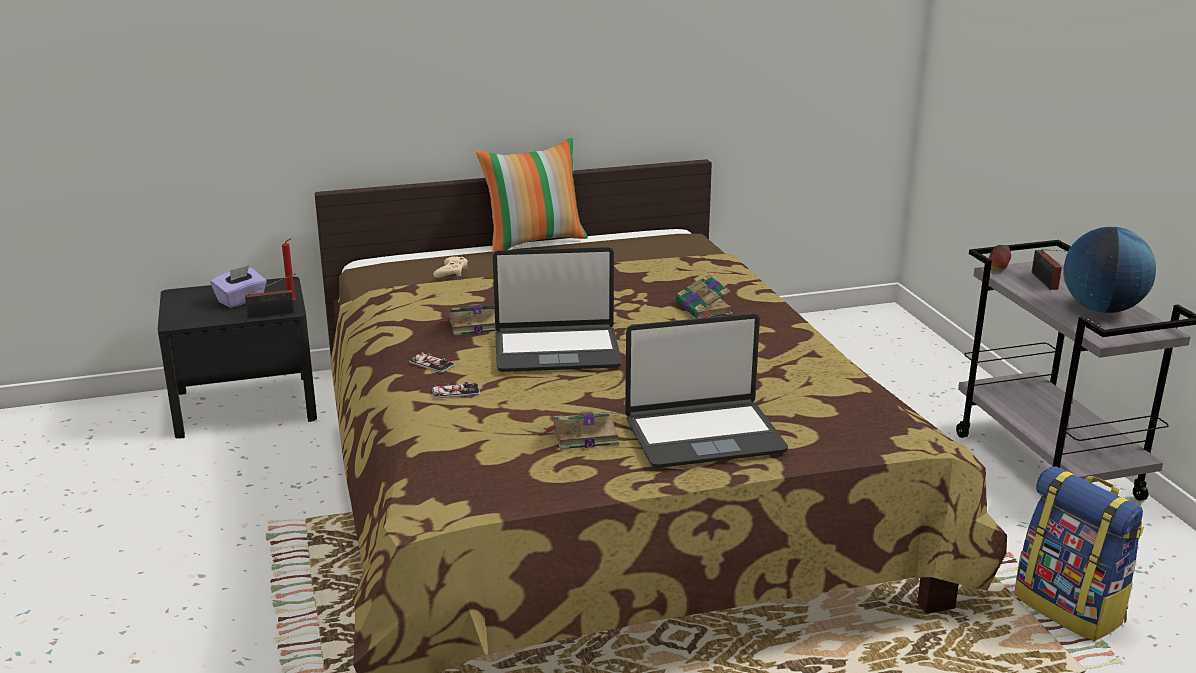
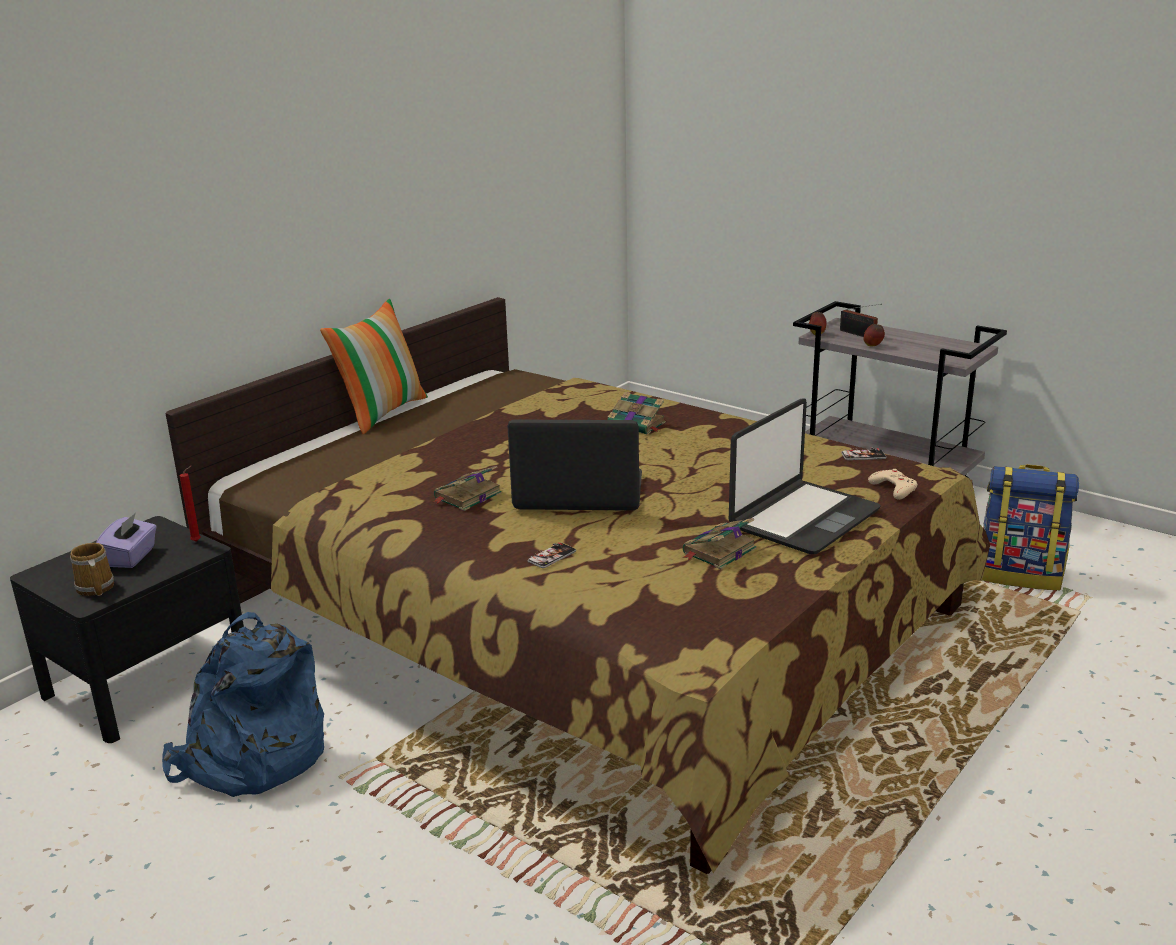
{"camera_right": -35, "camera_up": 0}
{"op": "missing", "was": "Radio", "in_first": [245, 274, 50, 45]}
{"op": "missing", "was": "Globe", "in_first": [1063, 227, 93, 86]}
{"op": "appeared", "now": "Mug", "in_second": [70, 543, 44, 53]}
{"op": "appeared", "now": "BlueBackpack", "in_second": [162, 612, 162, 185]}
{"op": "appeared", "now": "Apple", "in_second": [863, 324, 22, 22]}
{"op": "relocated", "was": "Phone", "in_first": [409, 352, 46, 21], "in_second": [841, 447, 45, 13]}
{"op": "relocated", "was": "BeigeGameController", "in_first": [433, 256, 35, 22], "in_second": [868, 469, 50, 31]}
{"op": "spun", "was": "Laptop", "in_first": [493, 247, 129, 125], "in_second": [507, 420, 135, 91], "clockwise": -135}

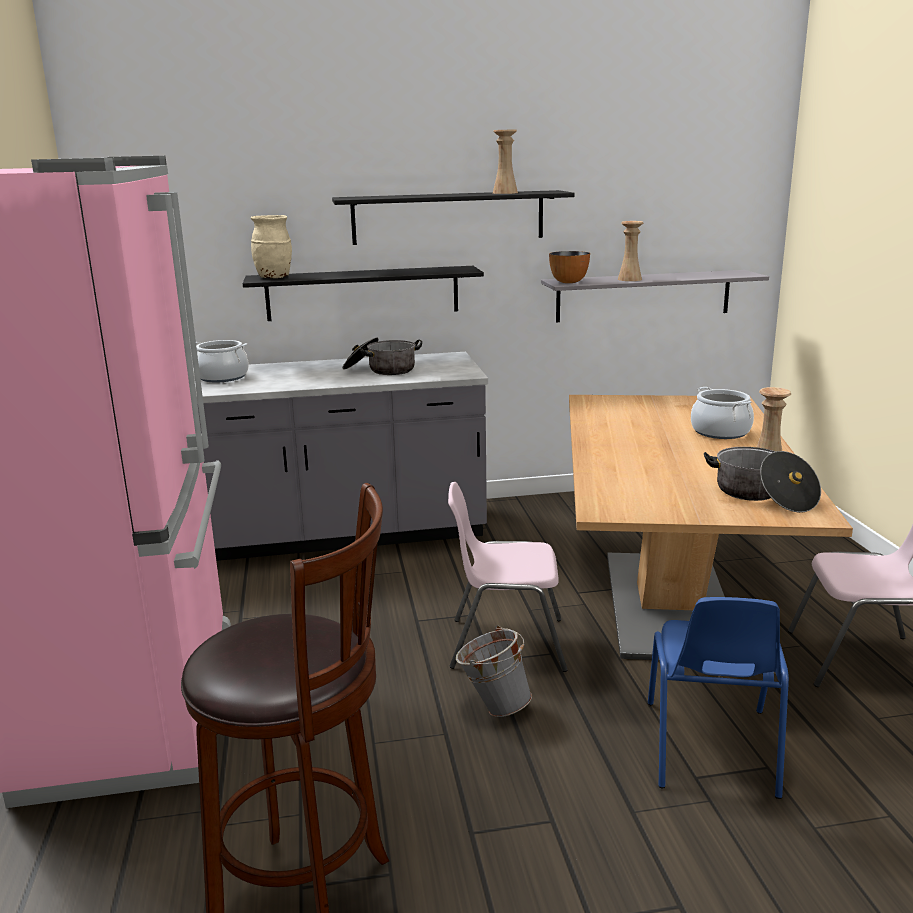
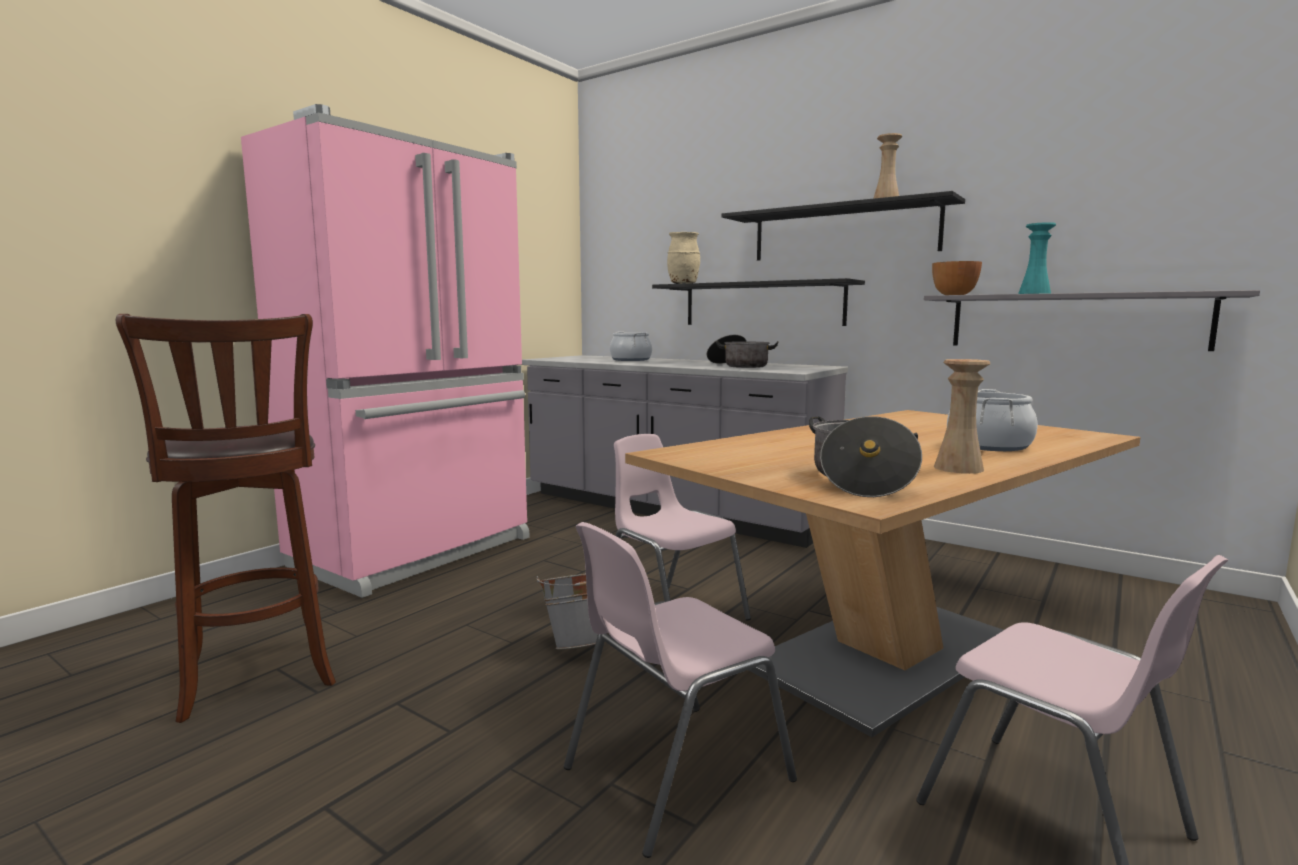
{"camera_right": 45, "camera_up": -10}
{"op": "colour", "was": "BeigeVase", "now": "TurquoiseVase", "in_first": [618, 221, 25, 60], "in_second": [1018, 222, 38, 72]}
{"op": "colour", "was": "BlueChair", "now": "PinkChair", "in_first": [648, 597, 141, 202], "in_second": [564, 522, 233, 336]}

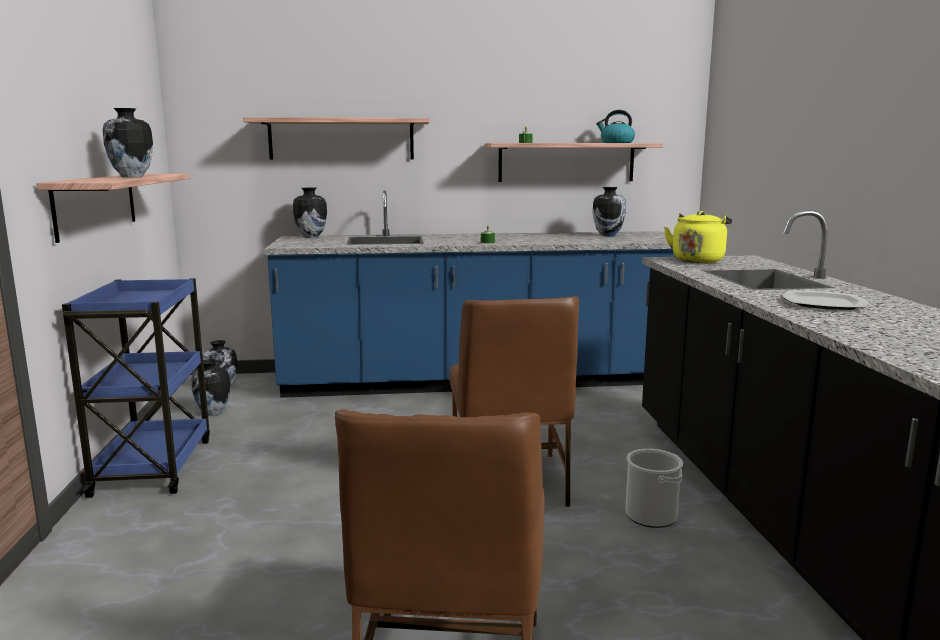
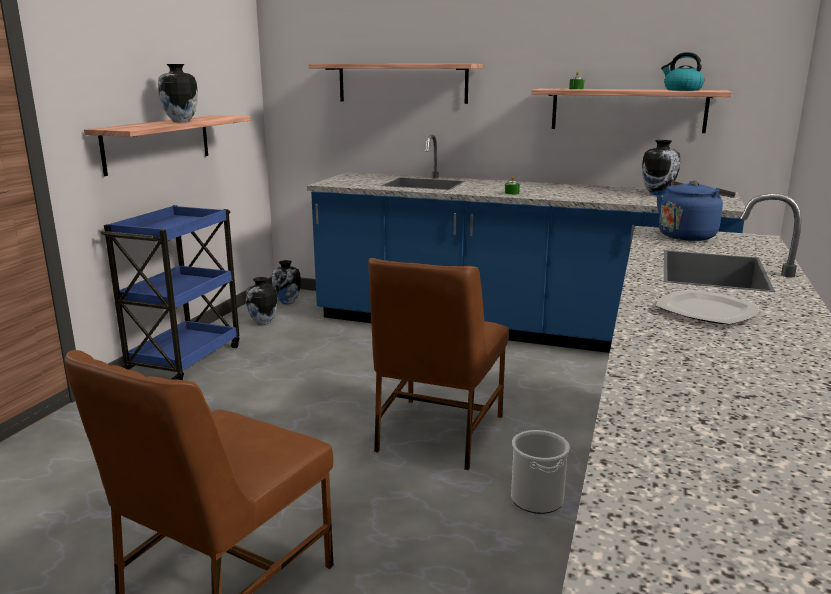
{"camera_right": 25, "camera_up": 5}
{"op": "missing", "was": "Vase", "in_first": [293, 188, 34, 50]}
{"op": "colour", "was": "YellowKettle", "now": "BlueKettle", "in_first": [664, 211, 68, 52], "in_second": [656, 181, 80, 60]}

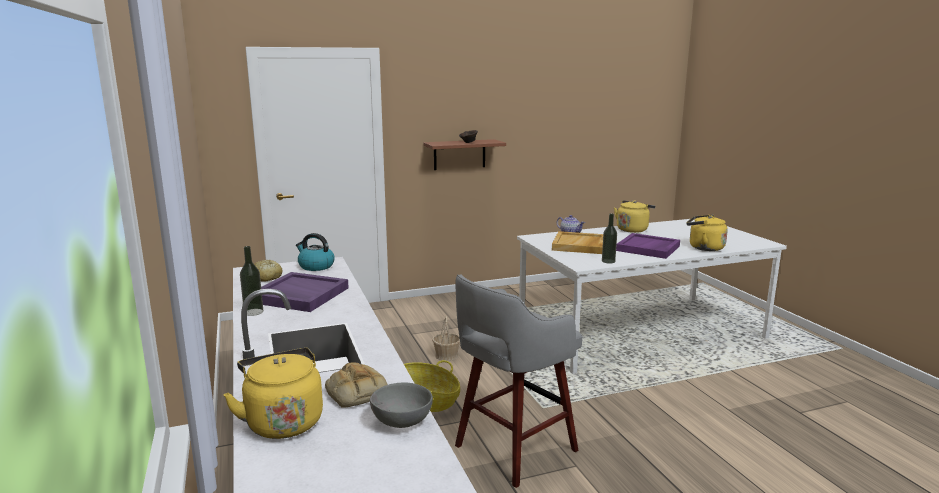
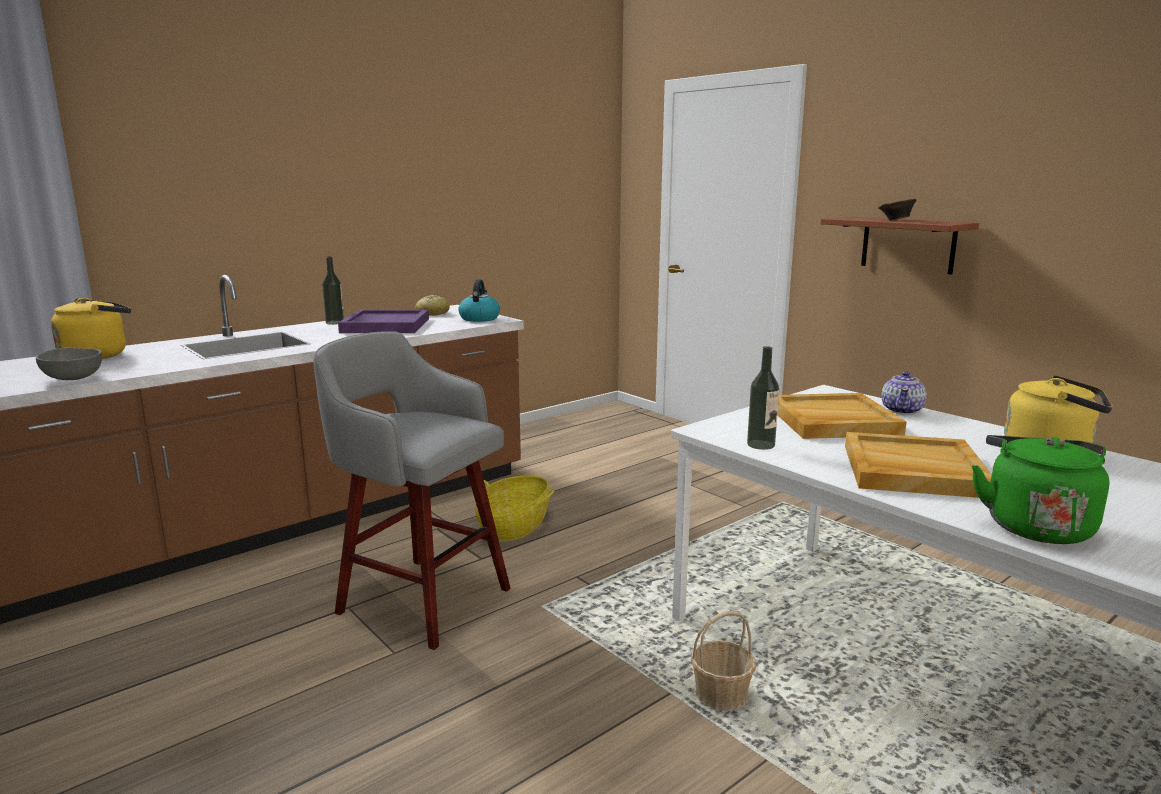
{"camera_right": 70, "camera_up": 0}
{"op": "missing", "was": "Bread", "in_first": [325, 362, 63, 46]}
{"op": "relocated", "was": "Basket", "in_first": [432, 316, 28, 45], "in_second": [691, 611, 65, 100]}
{"op": "colour", "was": "PurpleTray", "now": "BeigeTray", "in_first": [616, 233, 64, 26], "in_second": [845, 432, 147, 66]}
{"op": "colour", "was": "YellowKettle", "now": "GreenKettle", "in_first": [686, 215, 42, 36], "in_second": [972, 435, 137, 109]}

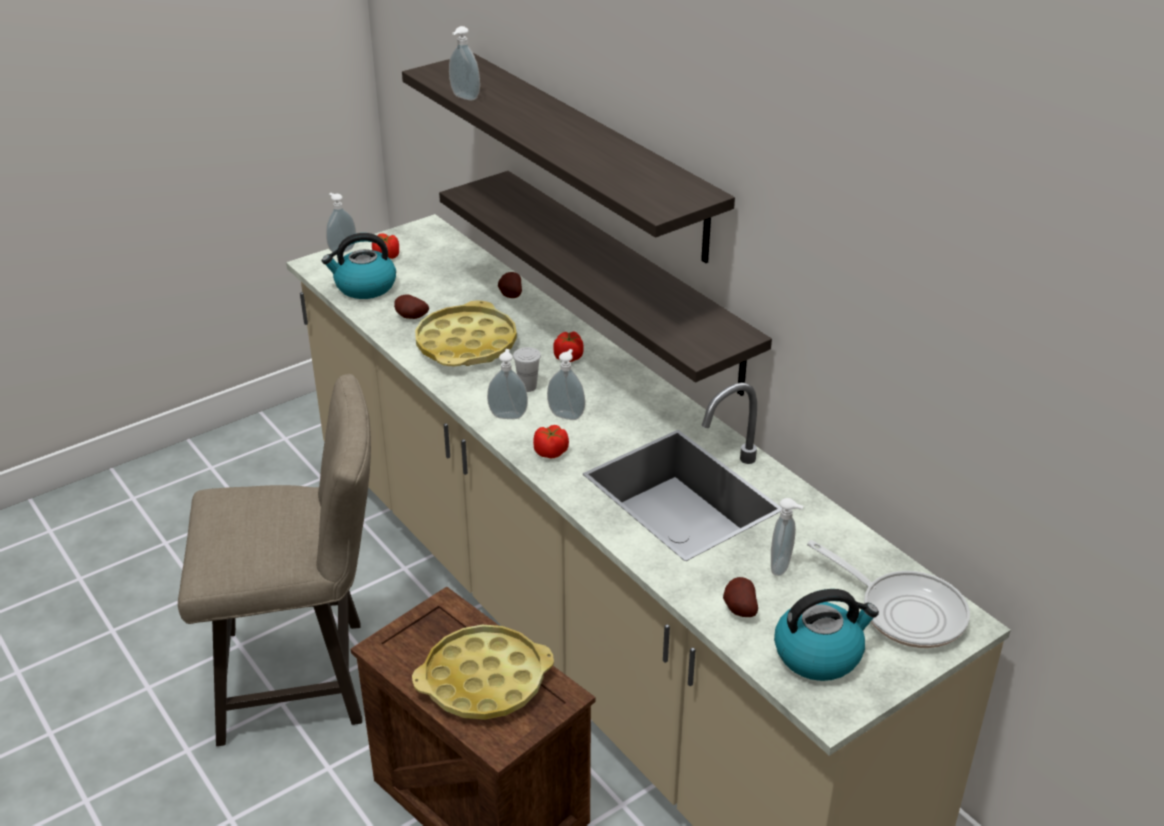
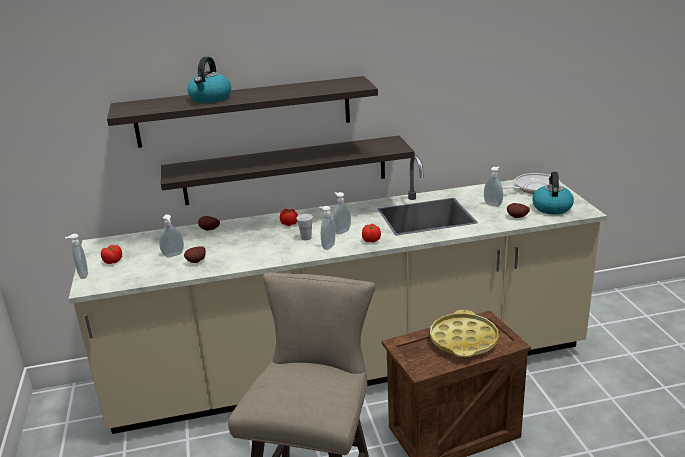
{"camera_right": -65, "camera_up": -10}
{"op": "missing", "was": "YellowTray", "in_first": [415, 300, 102, 67]}
{"op": "relocated", "was": "Kettle", "in_first": [322, 233, 74, 66], "in_second": [187, 57, 44, 46]}
{"op": "relocated", "was": "SoapDispenser", "in_first": [449, 26, 31, 75], "in_second": [159, 214, 25, 43]}

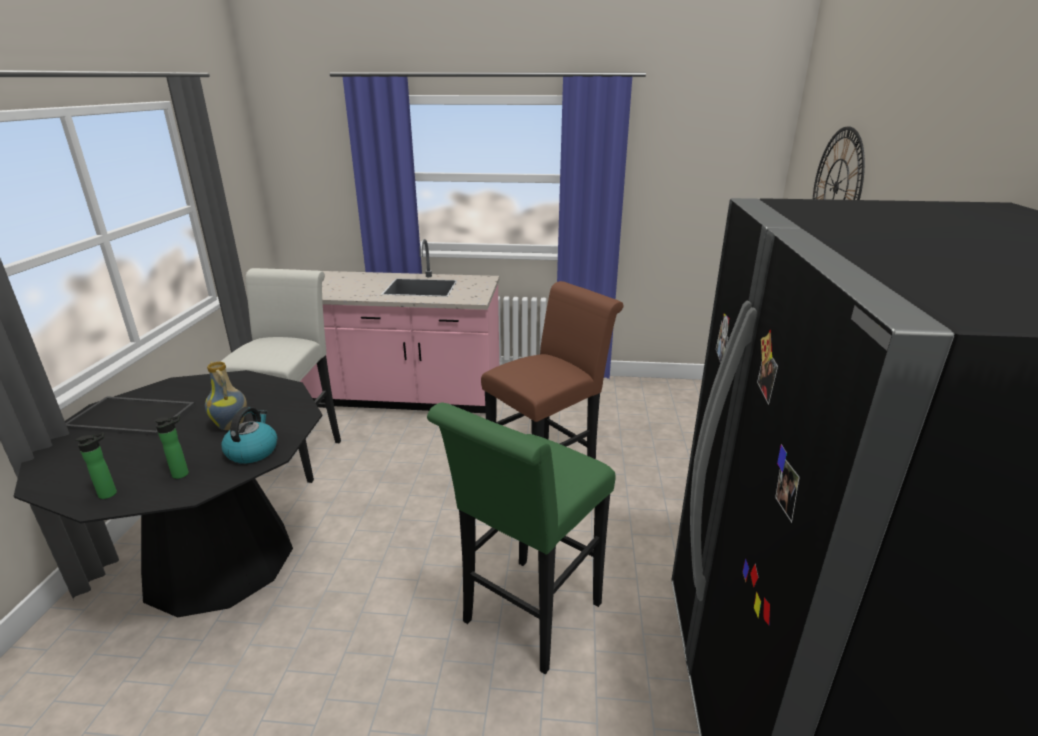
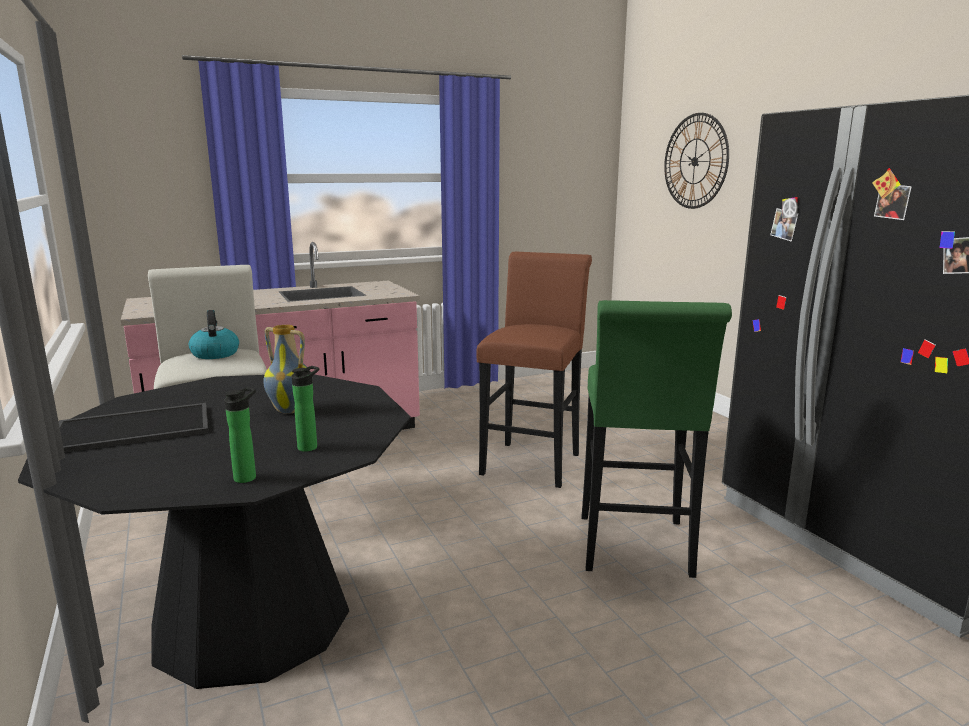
{"camera_right": -30, "camera_up": -10}
{"op": "relocated", "was": "Kettle", "in_first": [221, 407, 56, 56], "in_second": [189, 310, 50, 49]}

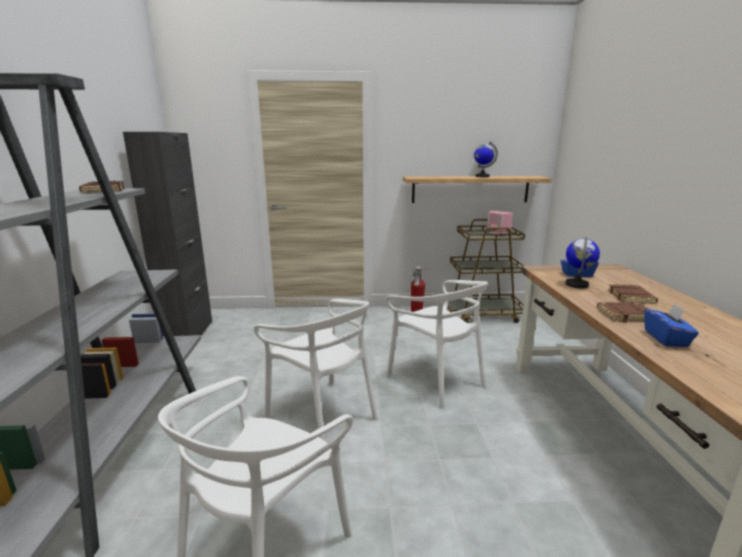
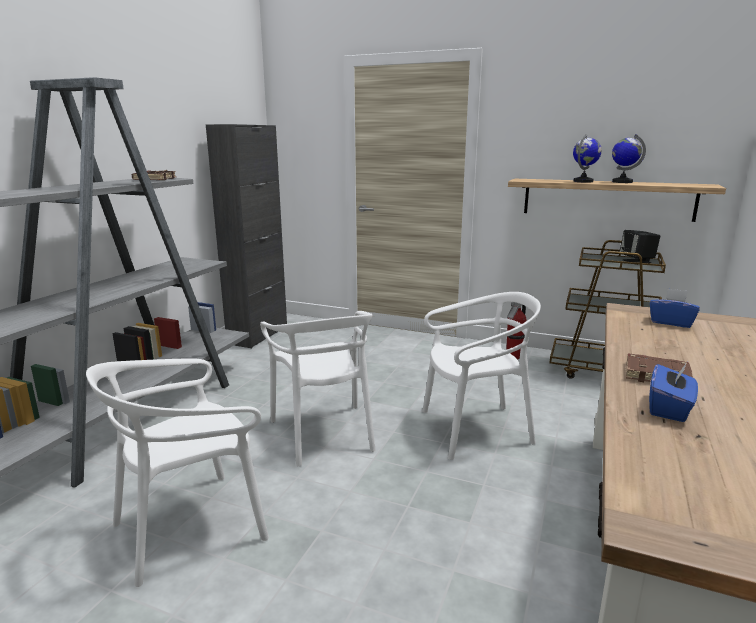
{"camera_right": 25, "camera_up": 0}
{"op": "missing", "was": "BrownBook", "in_first": [608, 284, 50, 20]}
{"op": "relocated", "was": "Globe", "in_first": [565, 236, 35, 52], "in_second": [573, 134, 29, 48]}
{"op": "colour", "was": "PinkSpeaker", "now": "BlackSpeaker", "in_first": [487, 211, 26, 23], "in_second": [619, 230, 41, 35]}
{"op": "spun", "was": "WhiteChair", "in_first": [385, 280, 103, 128], "in_second": [422, 292, 119, 168], "clockwise": -90}

